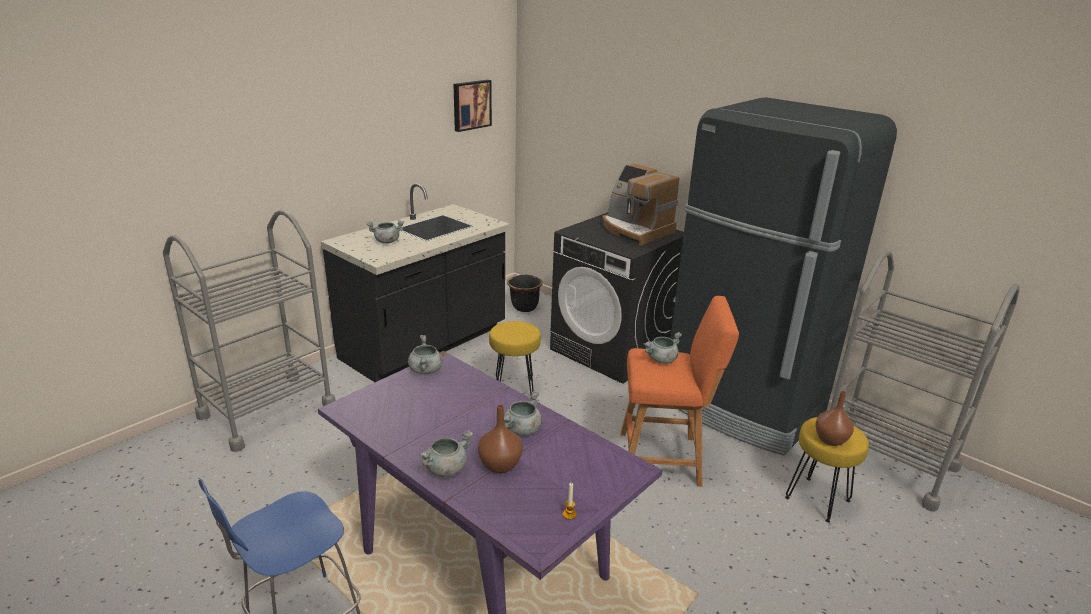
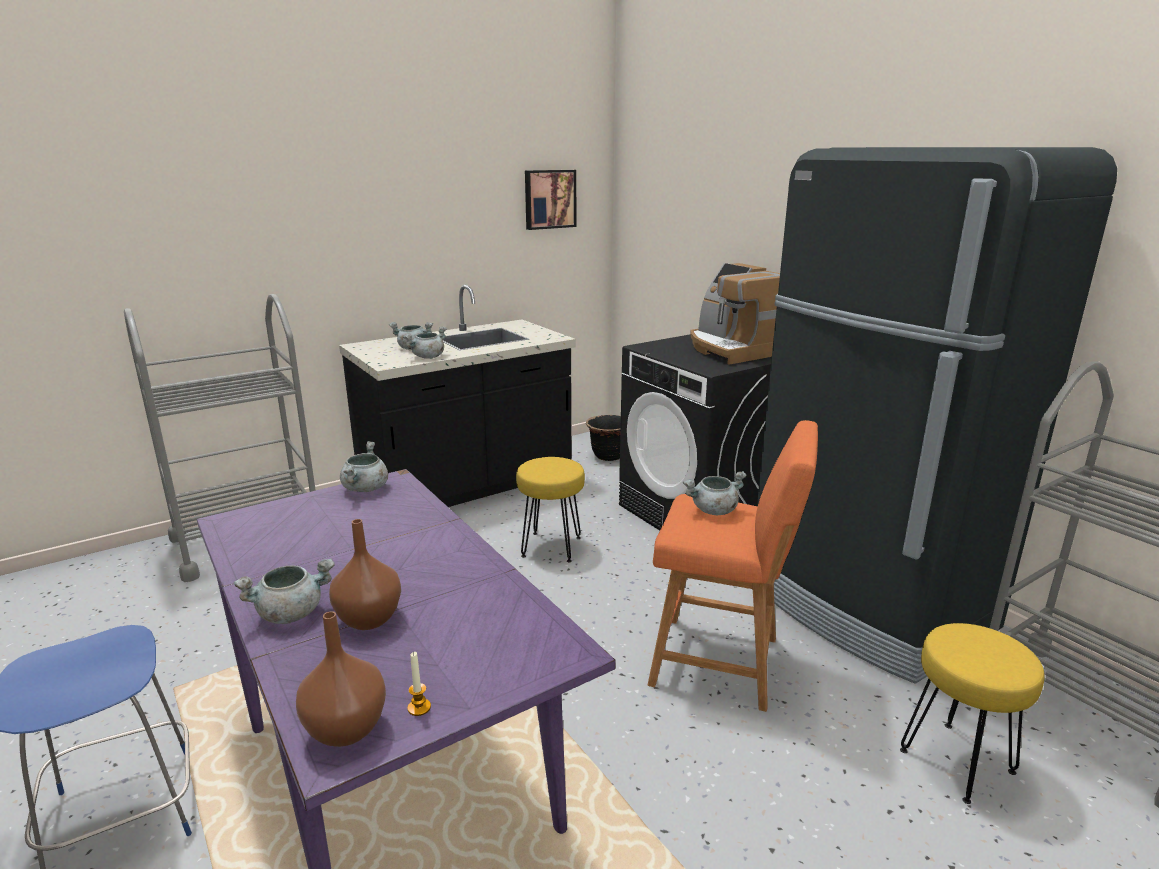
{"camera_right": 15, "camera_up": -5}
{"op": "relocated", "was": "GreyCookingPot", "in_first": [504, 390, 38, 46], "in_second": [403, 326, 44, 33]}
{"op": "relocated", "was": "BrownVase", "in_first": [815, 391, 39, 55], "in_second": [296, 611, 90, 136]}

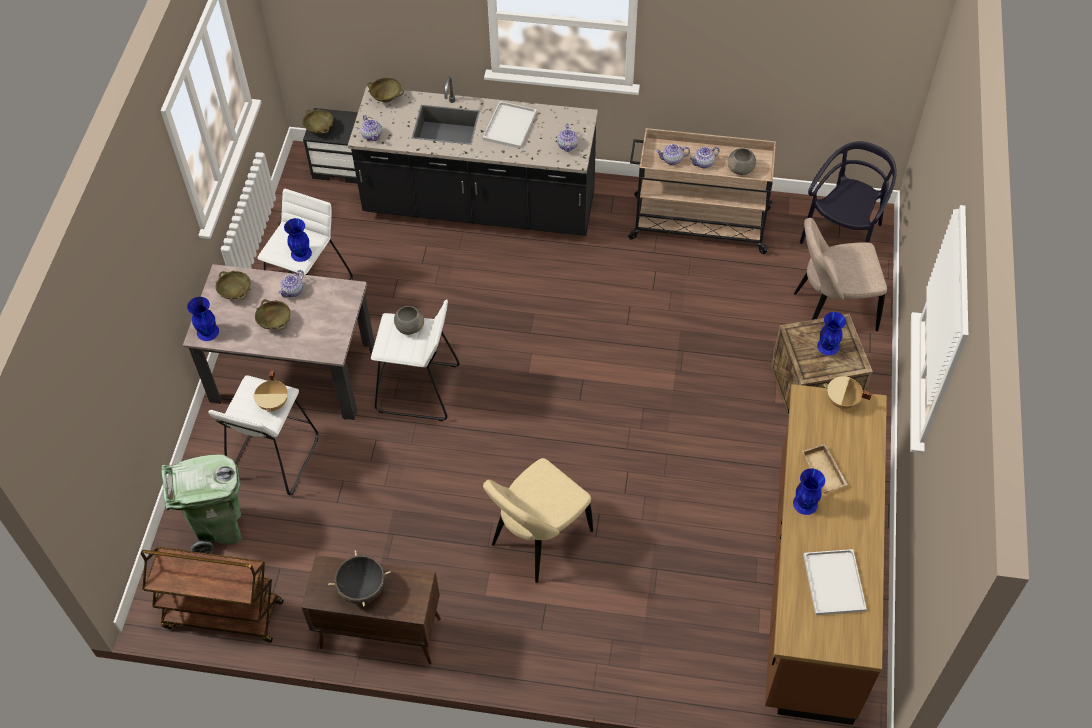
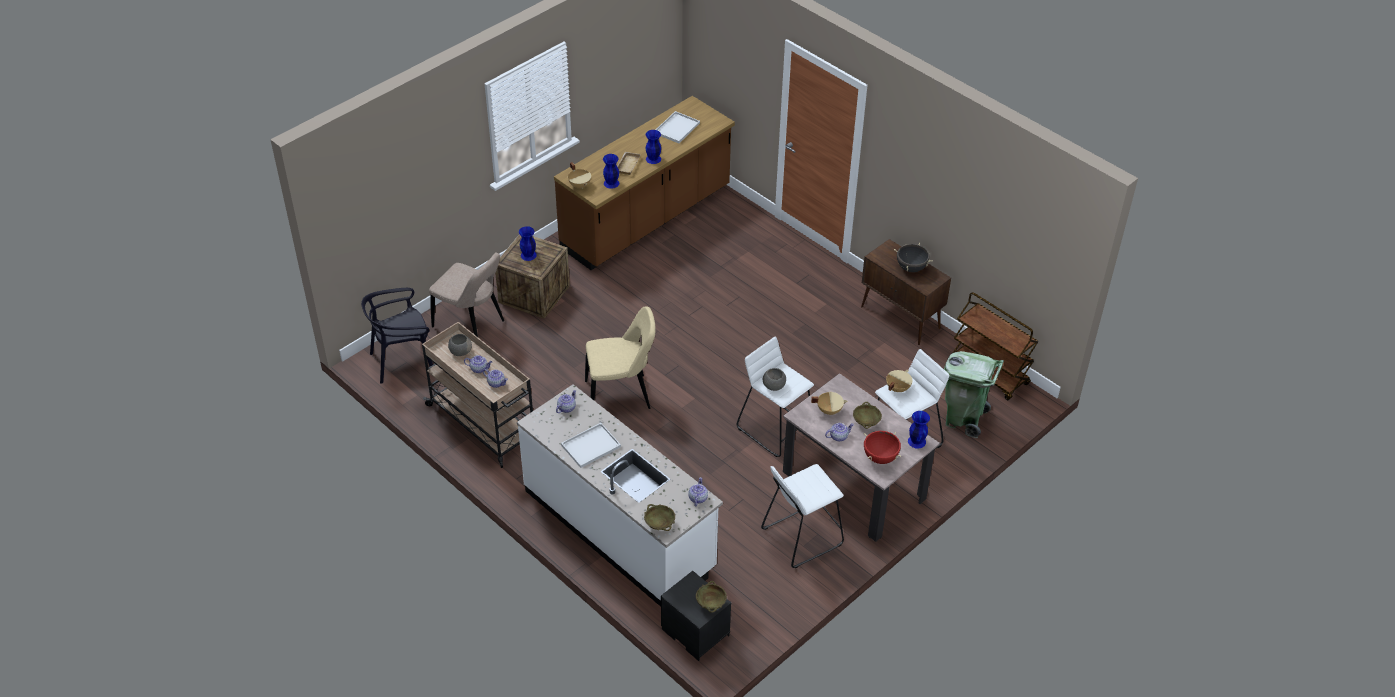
{"camera_right": -145, "camera_up": -10}
{"op": "appeared", "now": "BeigeCookingPot", "in_second": [811, 392, 36, 23]}
{"op": "relocated", "was": "BlueVase", "in_first": [284, 218, 28, 44], "in_second": [603, 154, 16, 35]}
{"op": "relocated", "was": "BeigeChair", "in_first": [483, 458, 110, 125], "in_second": [585, 306, 70, 103]}
{"op": "exchanged", "was": "BeigeBowl", "now": "RedCookingPot", "in_first": [215, 271, 36, 29], "in_second": [864, 431, 37, 33]}
{"op": "colour", "was": "BlackCounter", "now": "WhiteCounter", "in_first": [348, 77, 250, 159], "in_second": [517, 384, 206, 223]}

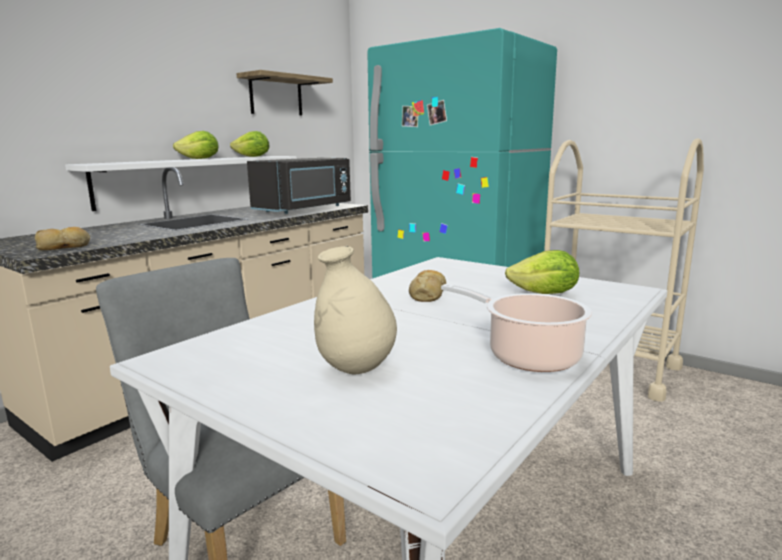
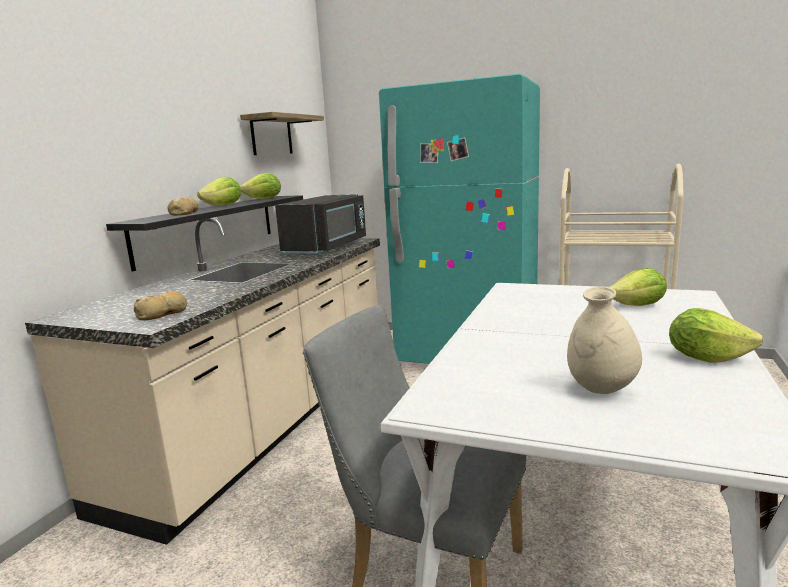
{"camera_right": -15, "camera_up": 0}
{"op": "relocated", "was": "Bread", "in_first": [409, 270, 37, 32], "in_second": [167, 197, 32, 19]}
{"op": "exchanged", "was": "CookingPot", "now": "Lettuce", "in_first": [441, 284, 151, 88], "in_second": [669, 308, 94, 55]}
{"op": "colour", "was": "WhiteShelf", "now": "BlackShelf", "in_first": [65, 156, 232, 55], "in_second": [106, 195, 197, 77]}

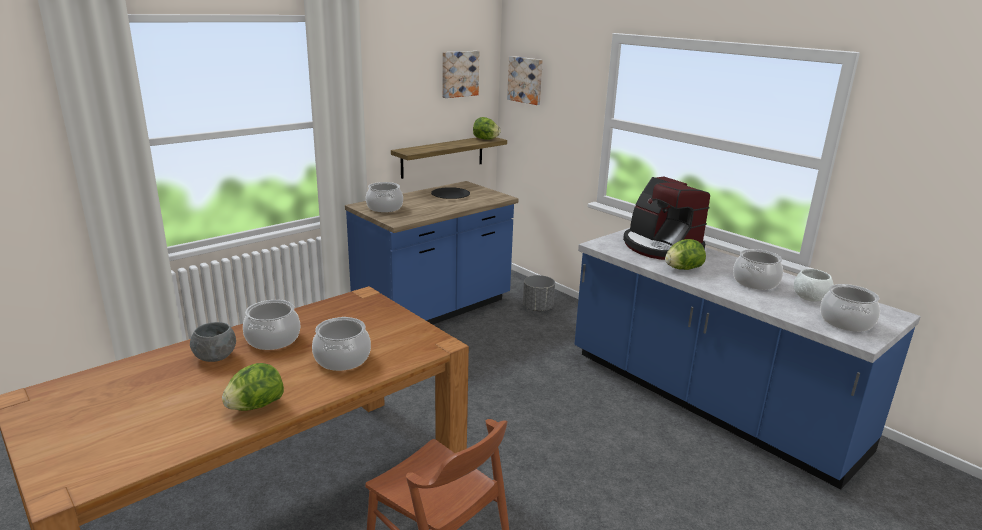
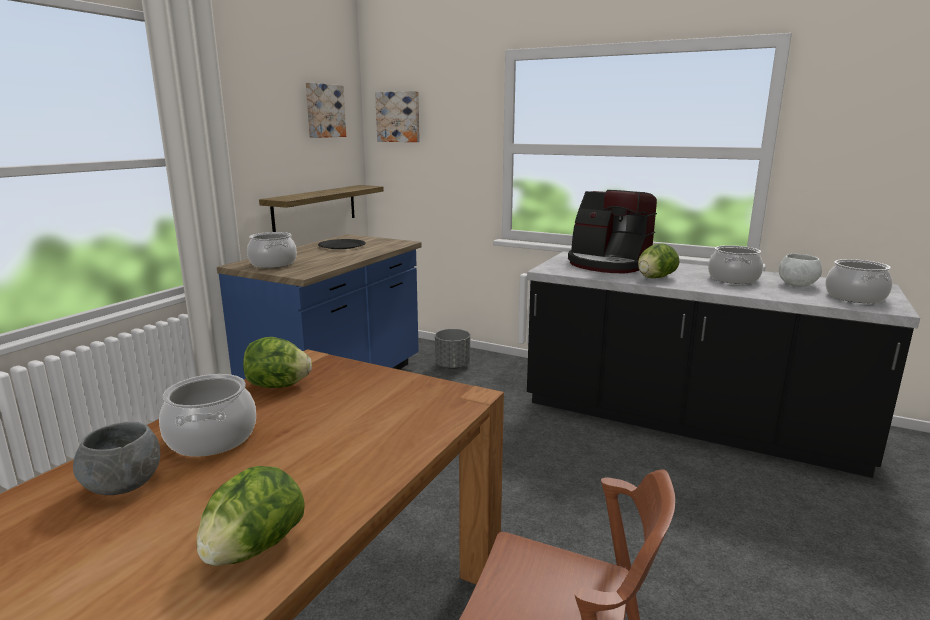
{"camera_right": -20, "camera_up": -5}
{"op": "missing", "was": "CookingPot", "in_first": [312, 317, 59, 54]}
{"op": "relocated", "was": "Lettuce", "in_first": [473, 117, 28, 23], "in_second": [243, 337, 69, 51]}
{"op": "colour", "was": "BlueCounter", "now": "BlackCounter", "in_first": [574, 228, 347, 262], "in_second": [527, 251, 393, 227]}

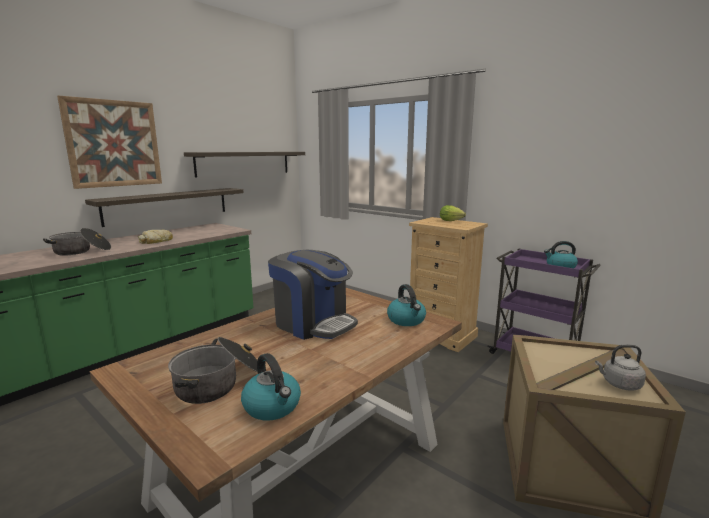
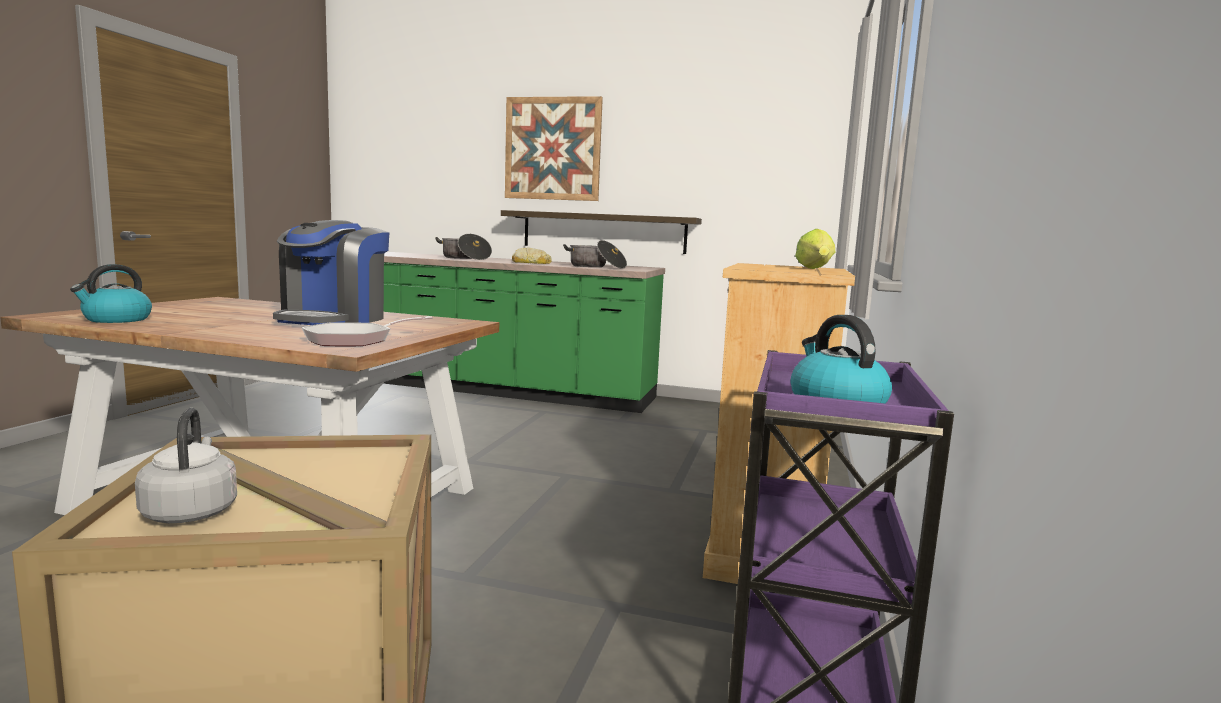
{"camera_right": 65, "camera_up": -5}
{"op": "missing", "was": "Shelf", "in_first": [184, 152, 121, 26]}
{"op": "relocated", "was": "CookingPot", "in_first": [168, 337, 90, 67], "in_second": [563, 240, 64, 29]}
{"op": "exchanged", "was": "Kettle", "now": "FryingPan", "in_first": [387, 284, 39, 42], "in_second": [302, 316, 131, 30]}

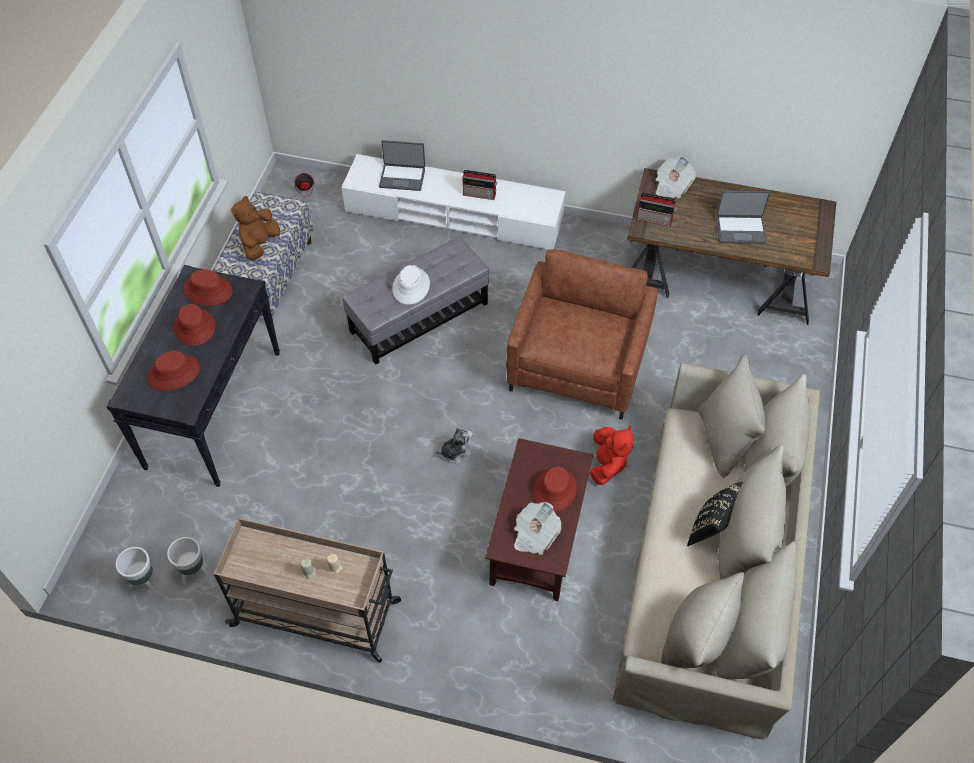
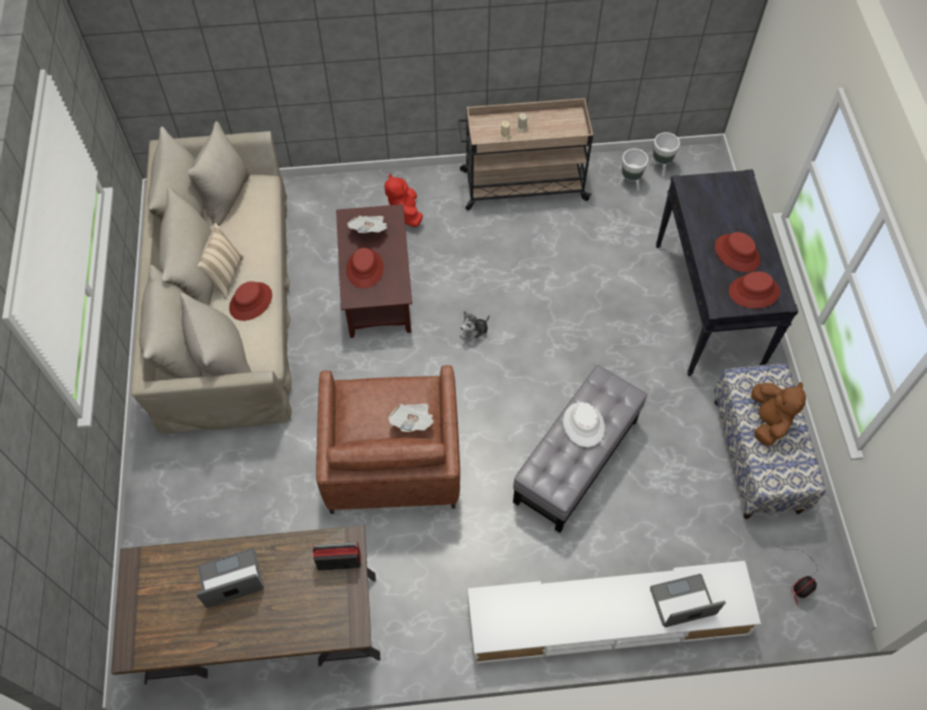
{"camera_right": 160, "camera_up": 5}
{"op": "missing", "was": "Radio", "in_first": [462, 170, 36, 30]}
{"op": "relocated", "was": "RedHat", "in_first": [147, 351, 53, 40], "in_second": [229, 281, 43, 40]}
{"op": "relocated", "was": "RedPlushToy", "in_first": [590, 426, 44, 59], "in_second": [385, 173, 38, 54]}
{"op": "relocated", "was": "Newspaper", "in_first": [656, 156, 40, 42], "in_second": [388, 404, 46, 28]}
{"op": "colour", "was": "BlackPillow", "now": "BeigePillow", "in_first": [687, 482, 56, 64], "in_second": [198, 223, 45, 76]}

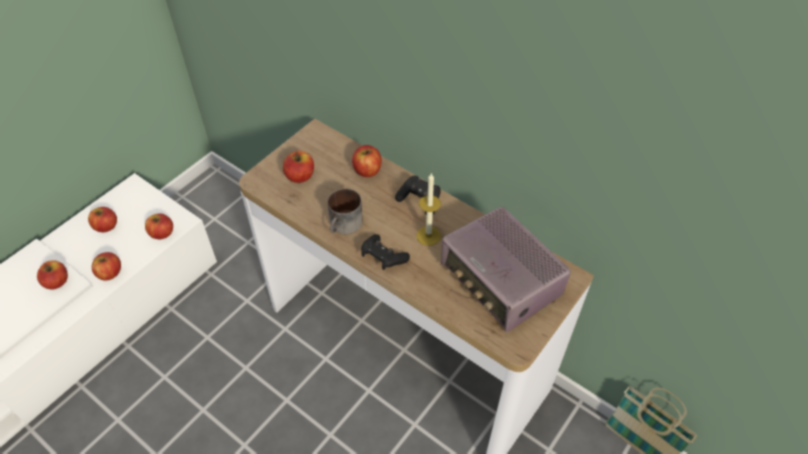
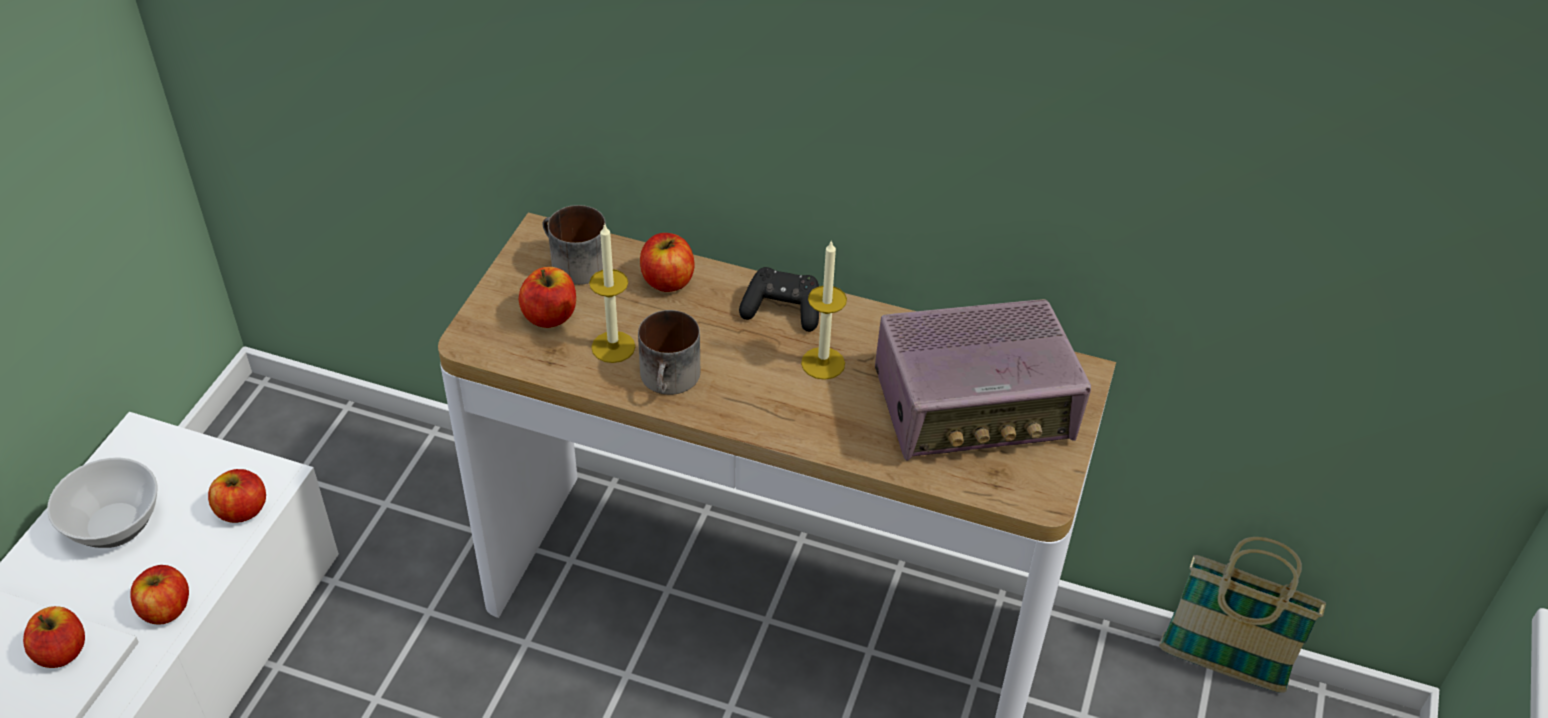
{"camera_right": -20, "camera_up": -5}
{"op": "missing", "was": "BlackGameController", "in_first": [361, 234, 49, 36]}
{"op": "appeared", "now": "Mug", "in_second": [543, 205, 63, 80]}
{"op": "appeared", "now": "Candle", "in_second": [589, 223, 46, 140]}
{"op": "exchanged", "was": "Apple", "now": "Bowl", "in_first": [88, 207, 29, 25], "in_second": [47, 458, 111, 90]}
{"op": "spun", "was": "Radio", "in_first": [441, 207, 130, 125], "in_second": [875, 299, 216, 162], "clockwise": -45}

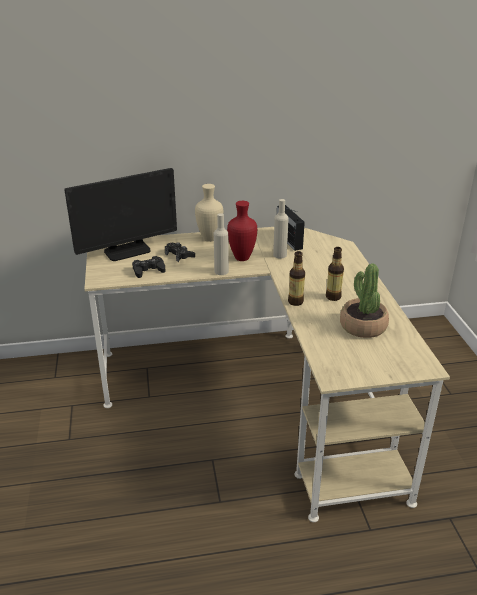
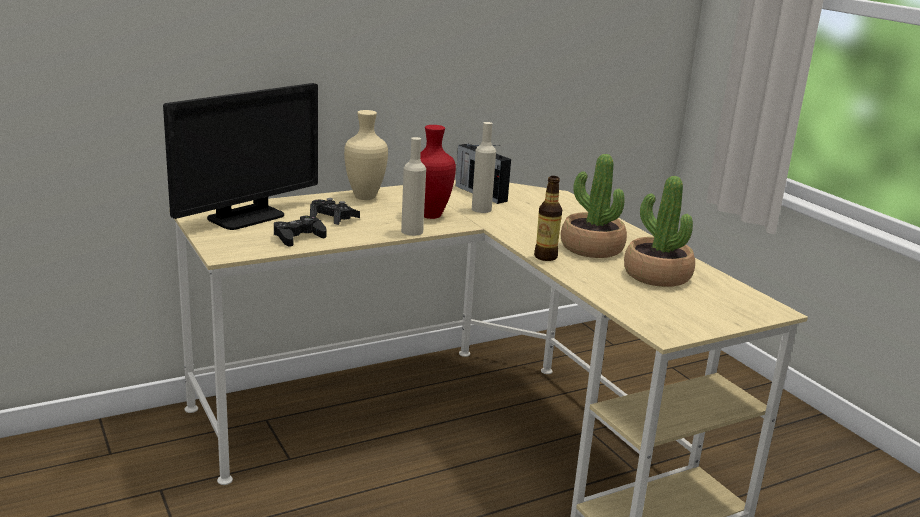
{"camera_right": -20, "camera_up": -10}
{"op": "exchanged", "was": "Bottle", "now": "PottedPlant", "in_first": [326, 247, 18, 54], "in_second": [561, 154, 66, 104]}

